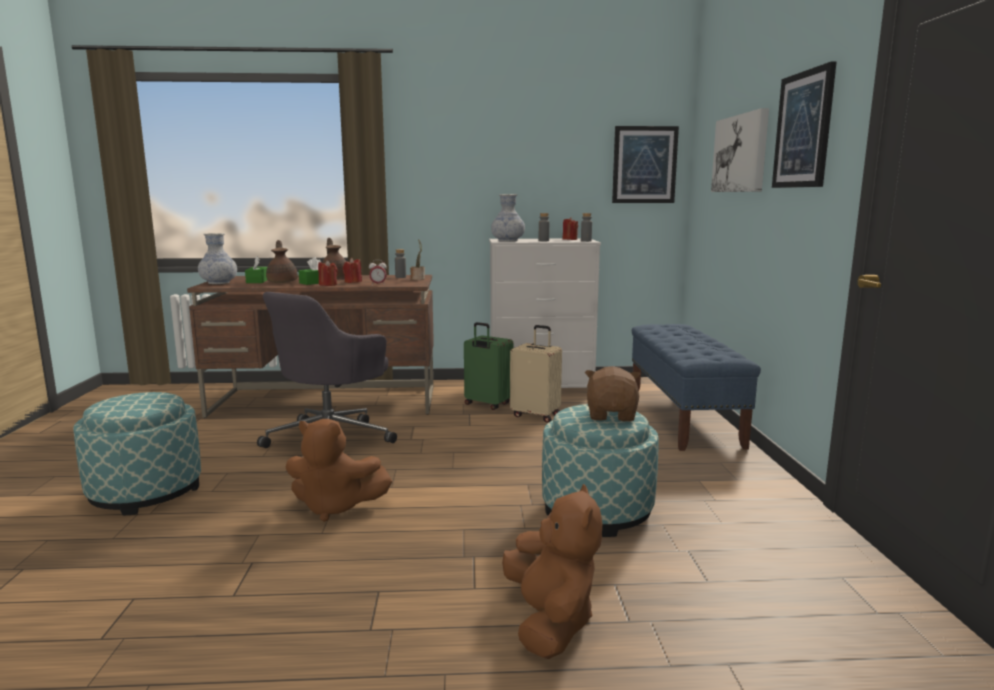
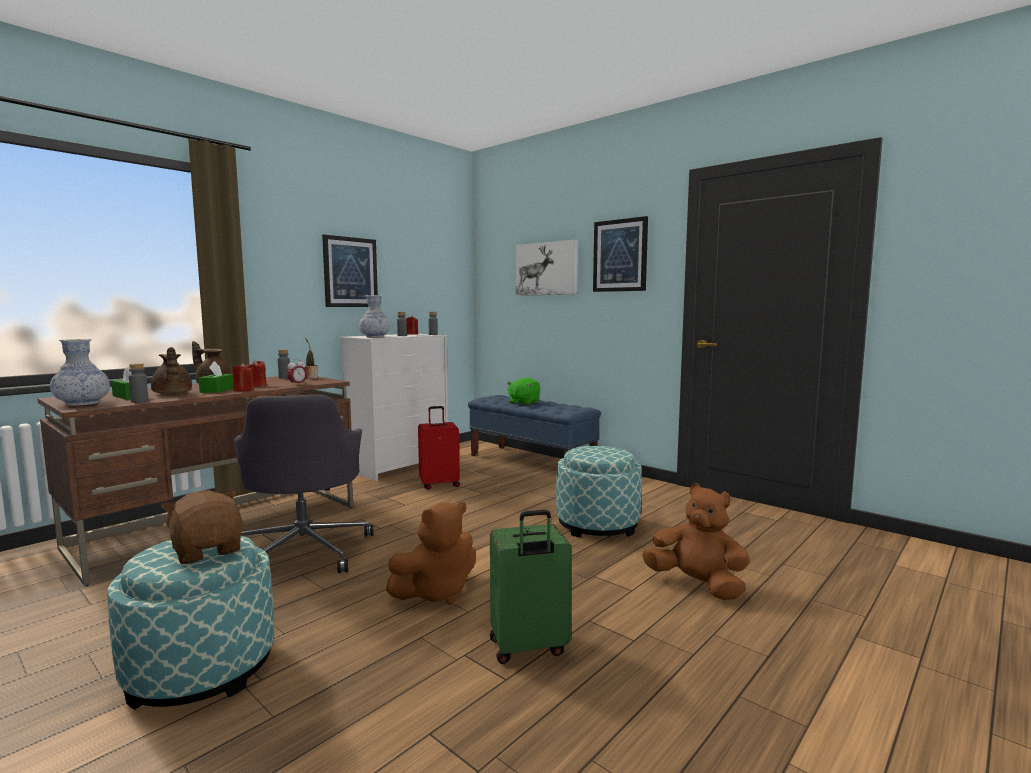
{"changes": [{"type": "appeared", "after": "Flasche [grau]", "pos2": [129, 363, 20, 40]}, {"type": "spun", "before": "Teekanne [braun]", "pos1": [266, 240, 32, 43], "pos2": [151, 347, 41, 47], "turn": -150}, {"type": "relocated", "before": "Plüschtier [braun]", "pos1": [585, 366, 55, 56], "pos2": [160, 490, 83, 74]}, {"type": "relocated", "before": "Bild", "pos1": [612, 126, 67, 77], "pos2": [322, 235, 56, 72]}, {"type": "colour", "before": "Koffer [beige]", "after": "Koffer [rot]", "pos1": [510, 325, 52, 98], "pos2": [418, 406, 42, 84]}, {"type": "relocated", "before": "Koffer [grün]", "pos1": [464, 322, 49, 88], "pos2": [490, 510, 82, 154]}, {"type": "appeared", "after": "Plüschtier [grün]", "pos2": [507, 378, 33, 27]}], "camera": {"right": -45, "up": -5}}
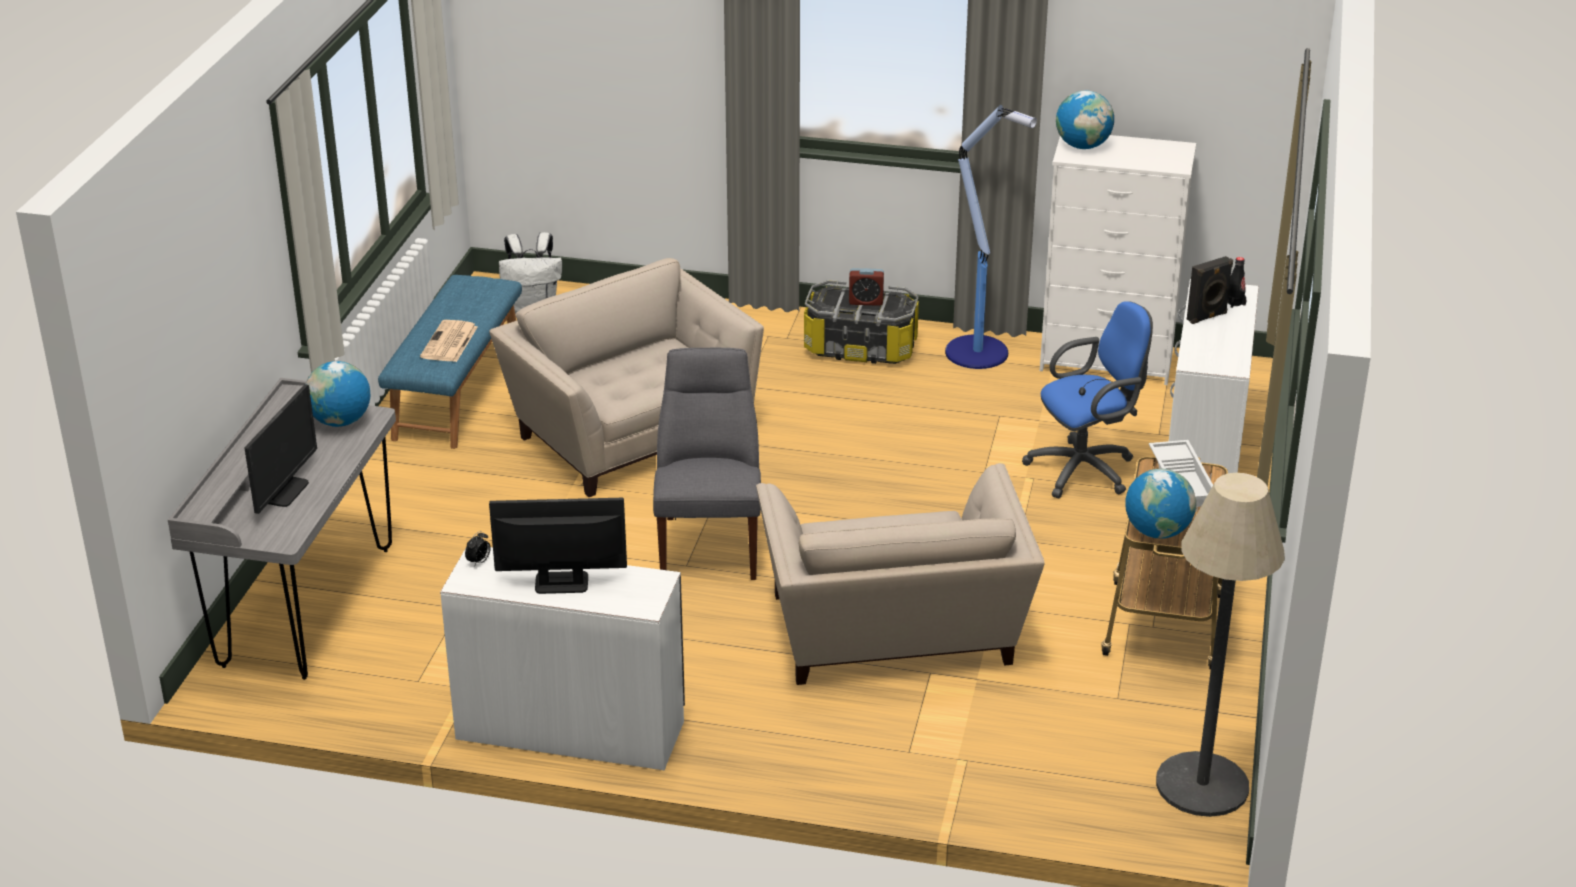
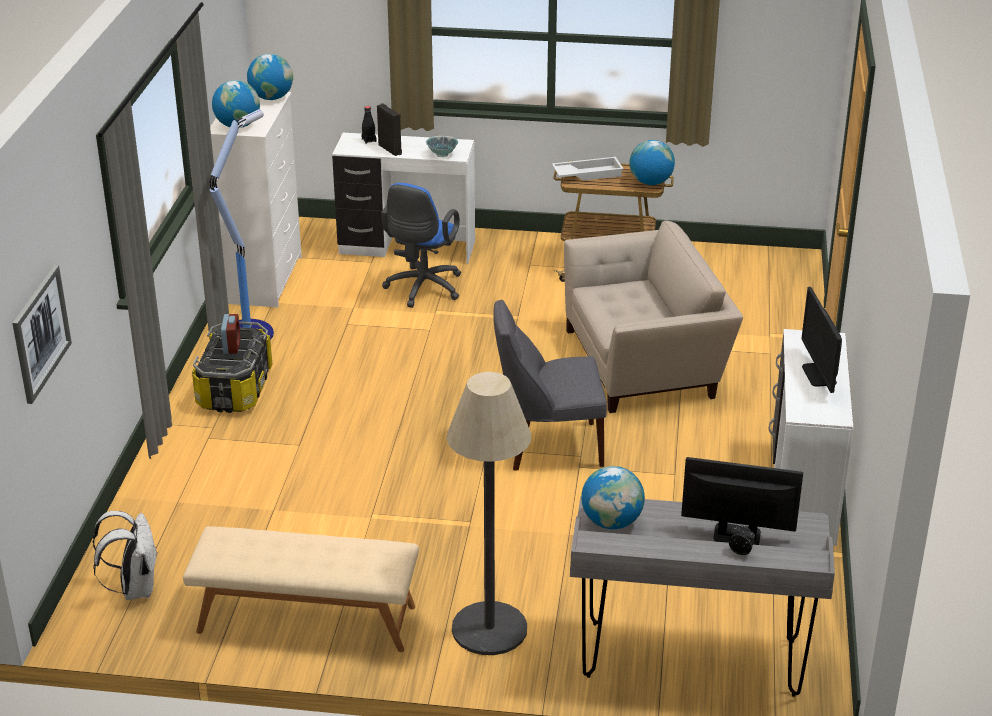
{"changes": [{"type": "appeared", "after": "Bild", "pos2": [12, 265, 60, 139]}, {"type": "colour", "before": "Bank [blau]", "after": "Bank [beige]", "pos1": [378, 275, 144, 174], "pos2": [183, 526, 236, 126]}, {"type": "appeared", "after": "Globus", "pos2": [247, 54, 46, 46]}, {"type": "spun", "before": "Bürostuhl [blau]", "pos1": [1022, 301, 131, 198], "pos2": [381, 183, 80, 125], "turn": -135}, {"type": "appeared", "after": "Schüssel", "pos2": [426, 136, 33, 21]}, {"type": "relocated", "before": "Stehlampe", "pos1": [1156, 473, 129, 344], "pos2": [447, 372, 84, 283]}, {"type": "relocated", "before": "Wecker", "pos1": [465, 531, 26, 36], "pos2": [729, 525, 26, 30]}, {"type": "missing", "before": "Zeitung", "pos1": [420, 320, 58, 42]}, {"type": "missing", "before": "Sessel [beige]", "pos1": [489, 258, 275, 239]}], "camera": {"right": -95, "up": 0}}
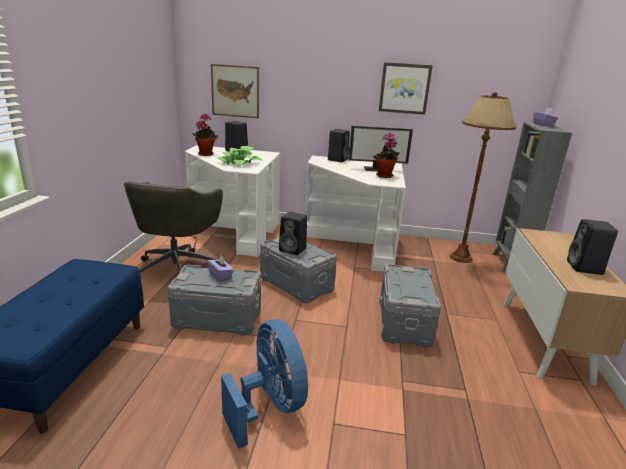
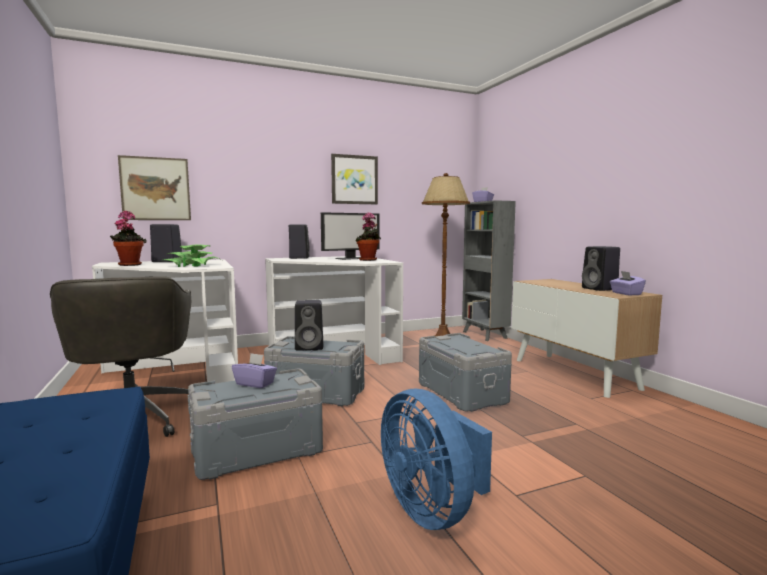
{"changes": [{"type": "spun", "before": "Ventilator [blau]", "pos1": [221, 319, 87, 130], "pos2": [381, 389, 111, 141], "turn": -150}, {"type": "appeared", "after": "Taschentuchbox [lila]", "pos2": [610, 271, 36, 24]}], "camera": {"right": -30, "up": -15}}
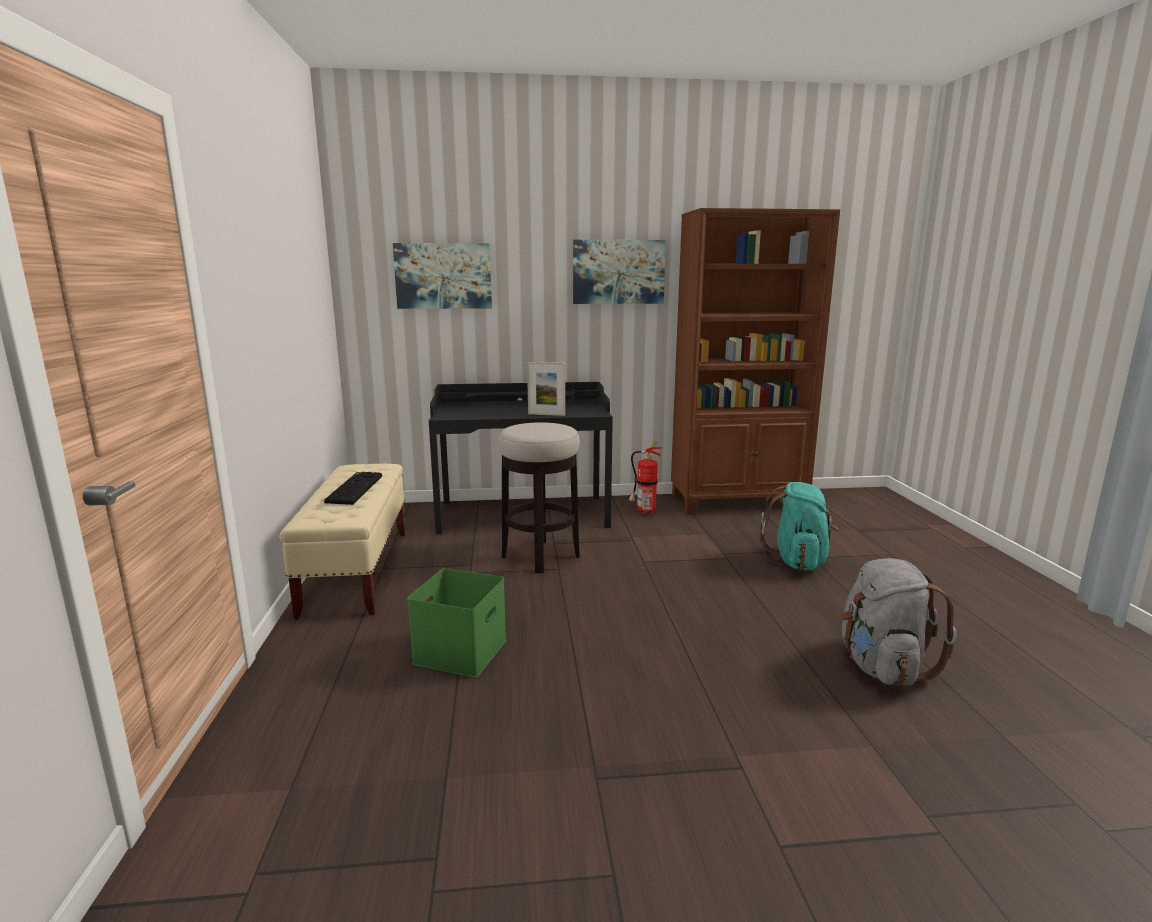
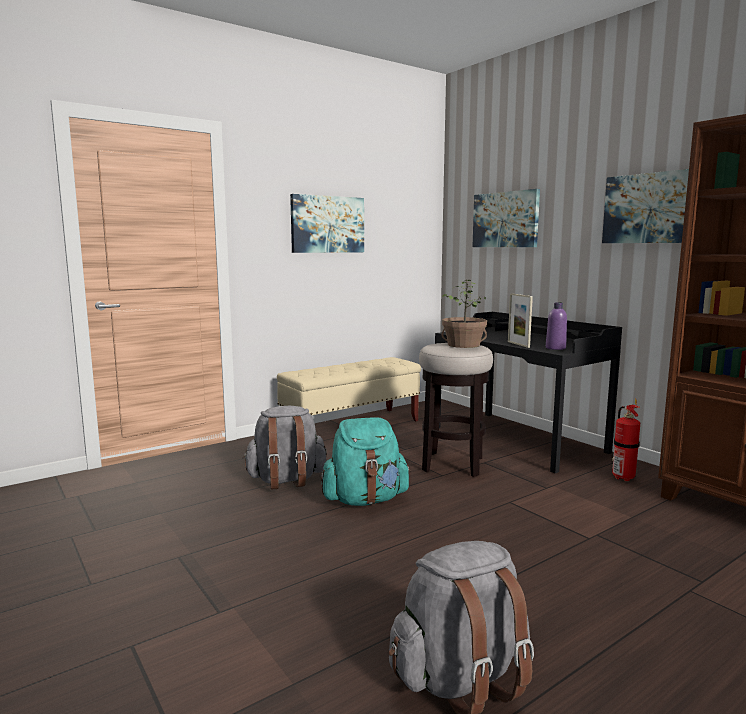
{"changes": [{"type": "exchanged", "before": "Aufbewahrungsbox [grün]", "after": "Rucksack [grau]", "pos1": [407, 568, 99, 110], "pos2": [243, 406, 84, 84]}, {"type": "appeared", "after": "Bild", "pos2": [290, 194, 74, 59]}, {"type": "relocated", "before": "Rucksack [türkis]", "pos1": [759, 482, 80, 88], "pos2": [321, 417, 89, 89]}, {"type": "appeared", "after": "Topfpflanze", "pos2": [441, 280, 46, 68]}, {"type": "appeared", "after": "Flasche [lila]", "pos2": [546, 302, 21, 48]}, {"type": "missing", "before": "Tastatur", "pos1": [324, 472, 58, 33]}], "camera": {"right": 60, "up": -5}}
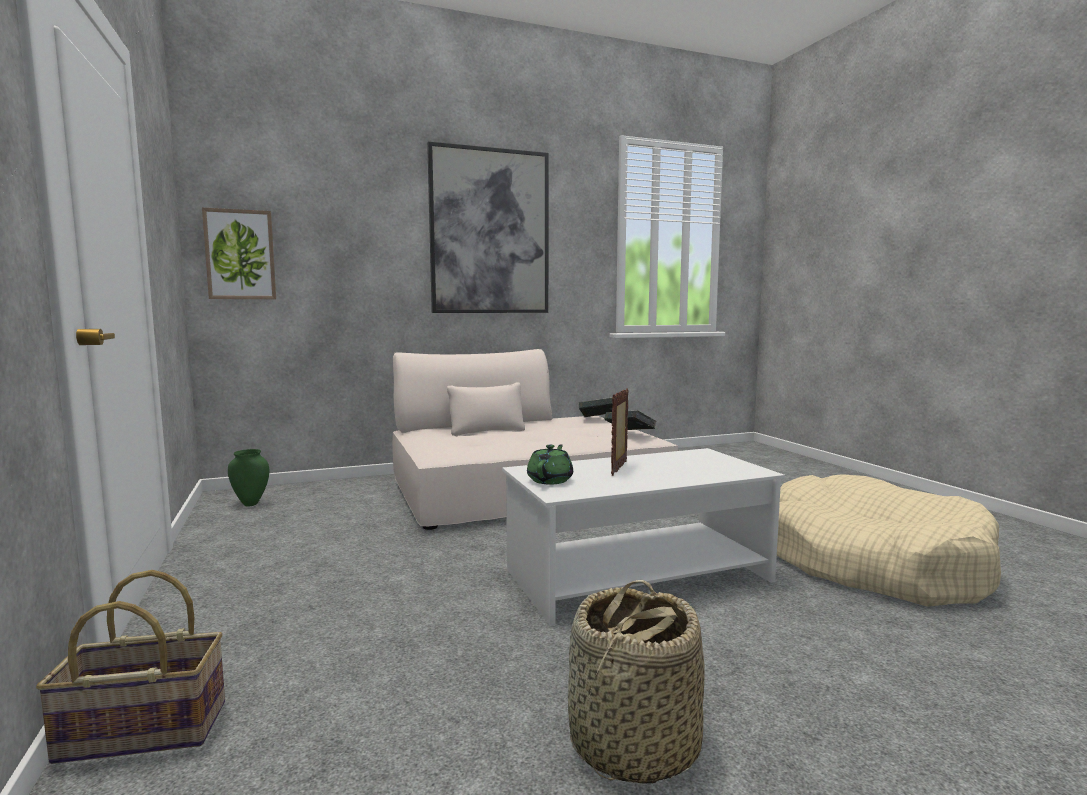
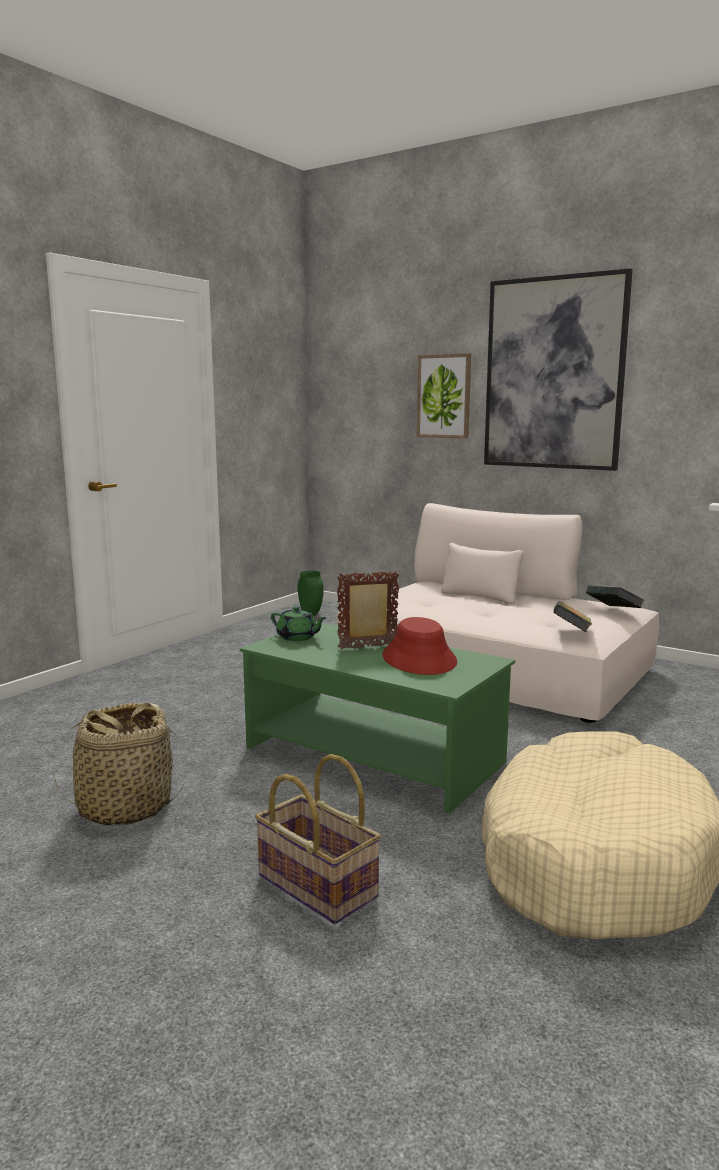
{"changes": [{"type": "colour", "before": "Couchtisch [weiß]", "after": "Couchtisch [grün]", "pos1": [502, 448, 283, 177], "pos2": [240, 622, 275, 192]}, {"type": "relocated", "before": "Korb", "pos1": [36, 570, 189, 194], "pos2": [255, 754, 126, 170]}, {"type": "spun", "before": "Teekanne [grün]", "pos1": [527, 444, 46, 40], "pos2": [271, 606, 55, 35], "turn": 45}, {"type": "appeared", "after": "Hut [rot]", "pos2": [382, 617, 75, 58]}, {"type": "relocated", "before": "Bild", "pos1": [202, 208, 74, 91], "pos2": [417, 353, 54, 86]}], "camera": {"right": 55, "up": 5}}
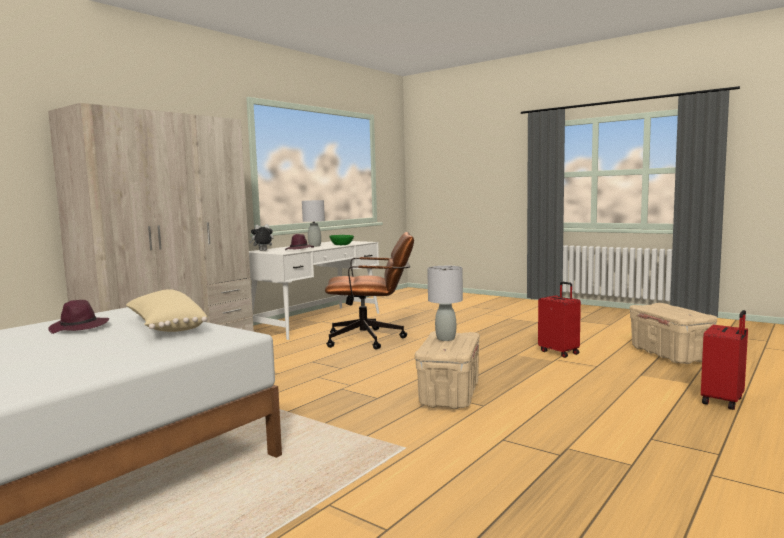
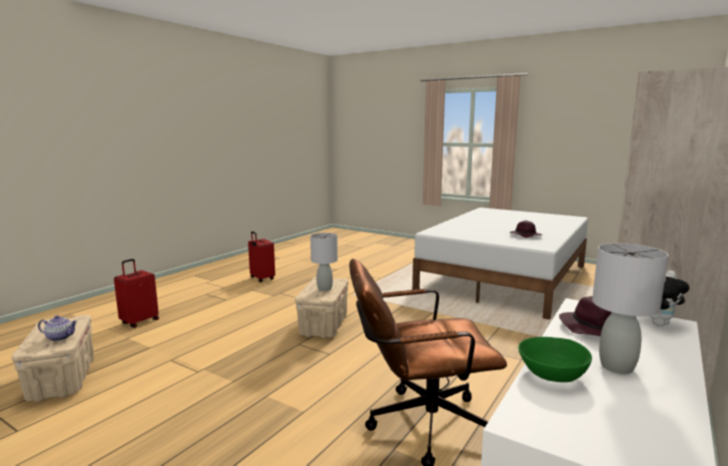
{"changes": [{"type": "appeared", "after": "Teekanne", "pos2": [38, 315, 40, 26]}, {"type": "relocated", "before": "Koffer [rot]", "pos1": [538, 282, 43, 76], "pos2": [248, 231, 27, 51]}, {"type": "missing", "before": "Kissen [beige]", "pos1": [126, 289, 81, 43]}], "camera": {"right": 175, "up": 5}}
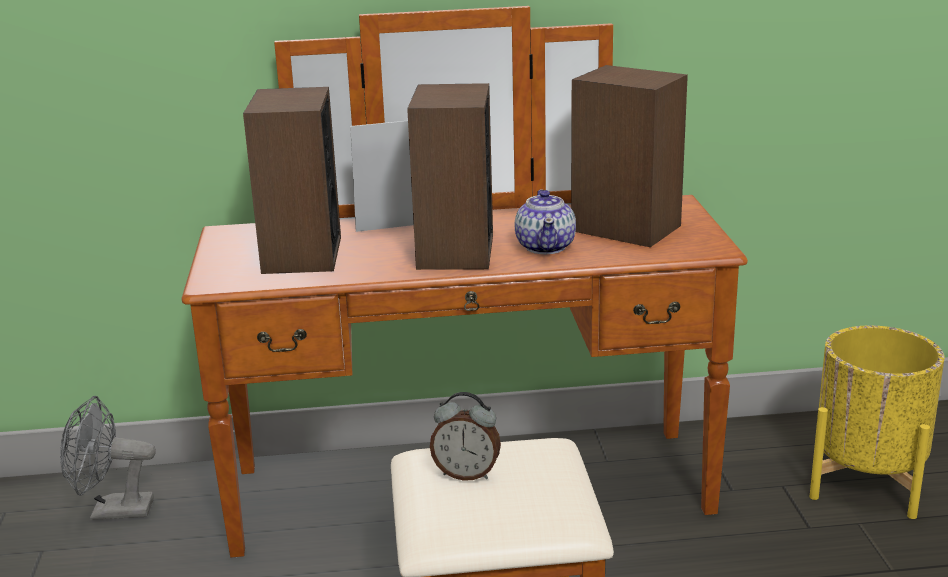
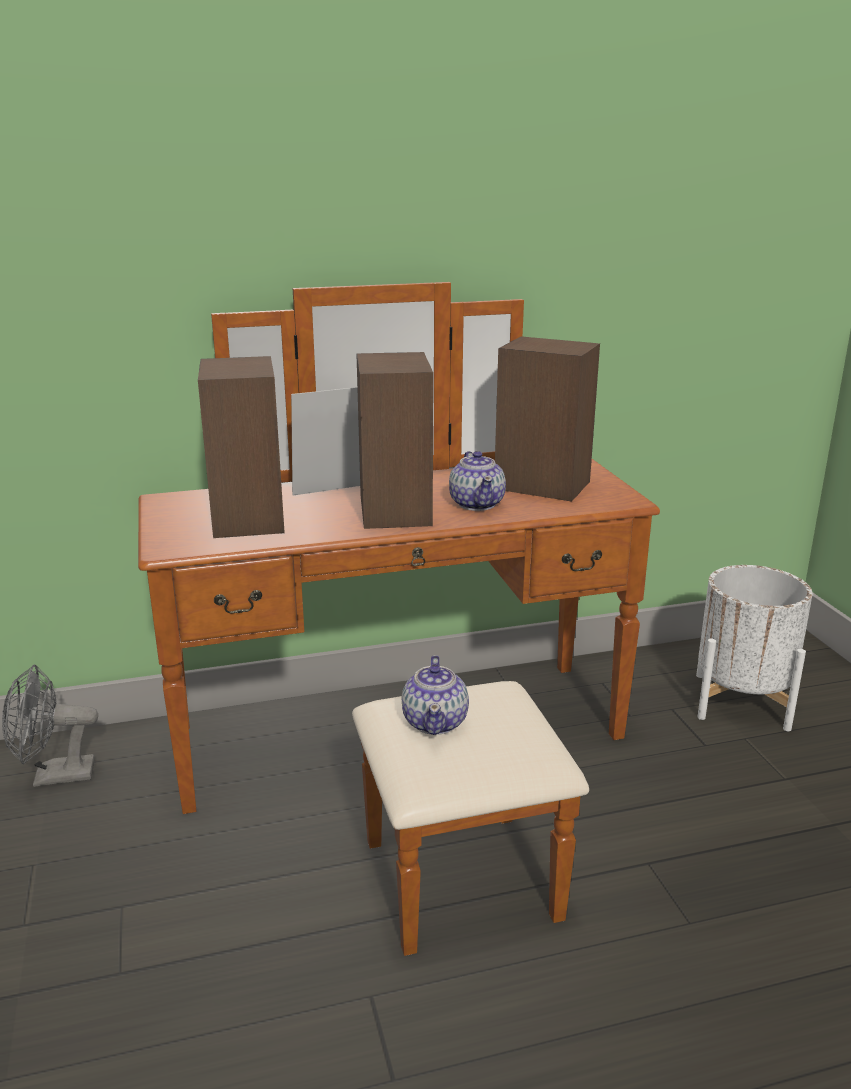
{"changes": [{"type": "exchanged", "before": "Wecker", "after": "Teekanne", "pos1": [430, 392, 71, 89], "pos2": [402, 655, 67, 80]}, {"type": "colour", "before": "Pflanzkübel [gelb]", "after": "Pflanzkübel [weiß]", "pos1": [809, 325, 135, 194], "pos2": [696, 565, 117, 166]}], "camera": {"right": -10, "up": 0}}
